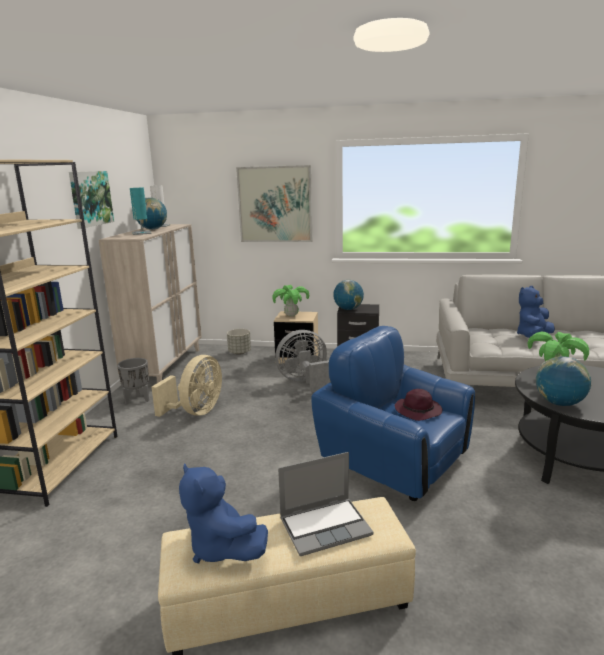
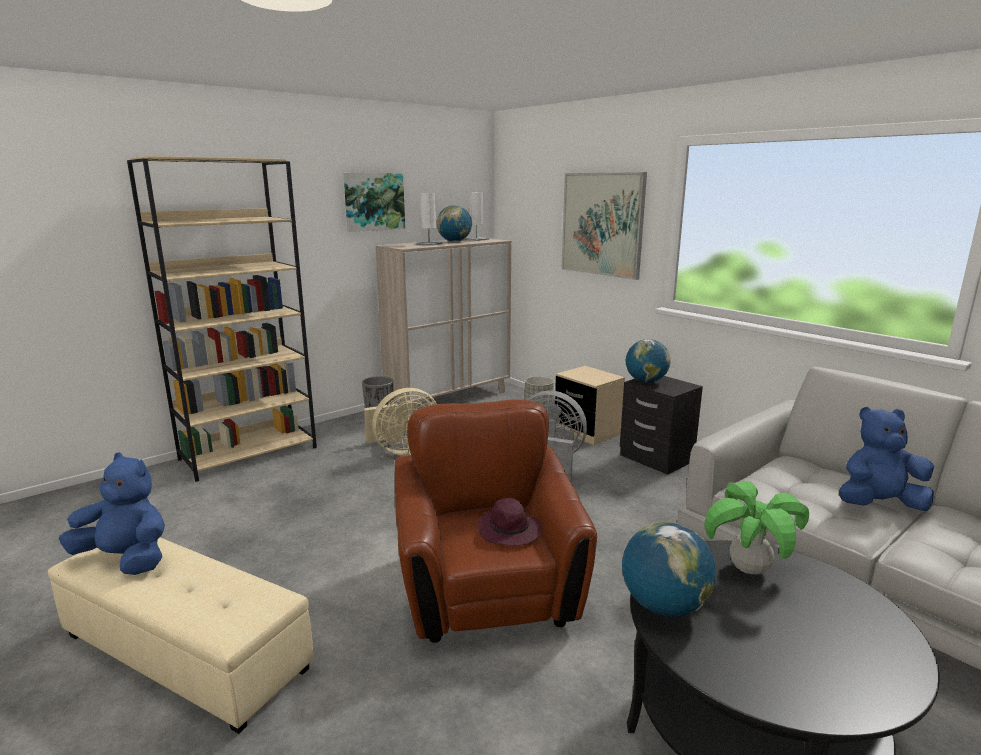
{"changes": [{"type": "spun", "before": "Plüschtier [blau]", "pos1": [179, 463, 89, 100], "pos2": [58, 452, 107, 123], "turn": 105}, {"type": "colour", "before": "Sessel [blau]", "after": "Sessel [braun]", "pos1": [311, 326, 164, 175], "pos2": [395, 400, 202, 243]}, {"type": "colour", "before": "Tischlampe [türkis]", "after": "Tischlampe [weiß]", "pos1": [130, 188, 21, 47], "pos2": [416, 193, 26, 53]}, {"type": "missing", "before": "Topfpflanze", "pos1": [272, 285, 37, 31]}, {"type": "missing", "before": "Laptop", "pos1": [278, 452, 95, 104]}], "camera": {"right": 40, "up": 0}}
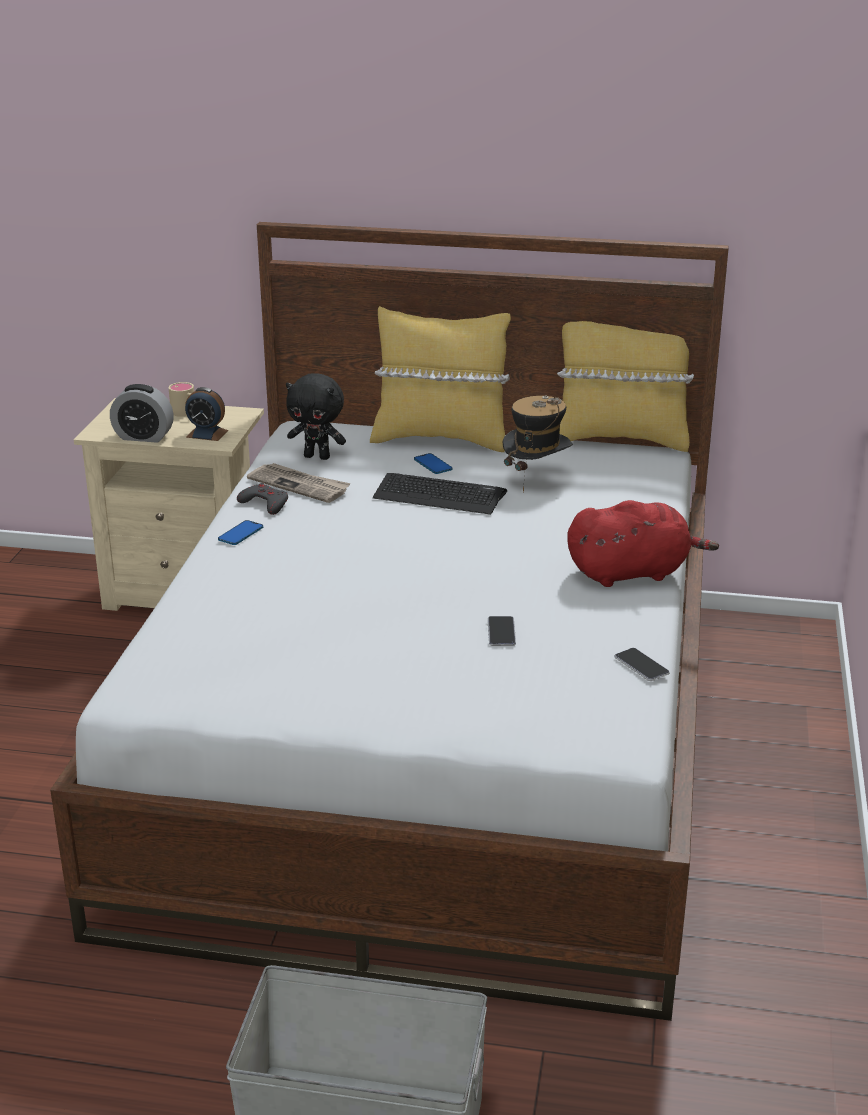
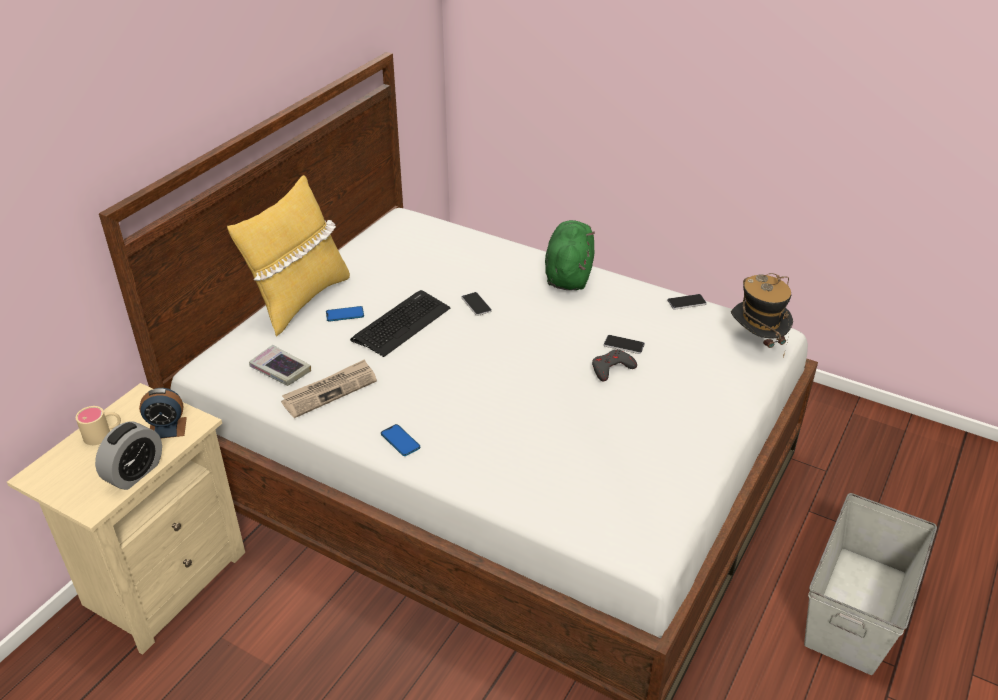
{"changes": [{"type": "spun", "before": "Wecker", "pos1": [185, 387, 43, 54], "pos2": [139, 388, 48, 51], "turn": 45}, {"type": "exchanged", "before": "Plüschtier [schwarz]", "after": "Buch", "pos1": [286, 373, 60, 87], "pos2": [249, 345, 62, 41]}, {"type": "appeared", "after": "Handy", "pos2": [461, 292, 31, 24]}, {"type": "colour", "before": "Plüschtier [rot]", "after": "Plüschtier [grün]", "pos1": [567, 500, 152, 87], "pos2": [545, 220, 50, 70]}, {"type": "relocated", "before": "Gamepad [grau]", "pos1": [237, 483, 51, 32], "pos2": [592, 350, 45, 31]}, {"type": "relocated", "before": "Hut", "pos1": [503, 395, 70, 97], "pos2": [731, 273, 62, 84]}, {"type": "missing", "before": "Kissen [gelb]", "pos1": [557, 321, 137, 131]}], "camera": {"right": -70, "up": 10}}
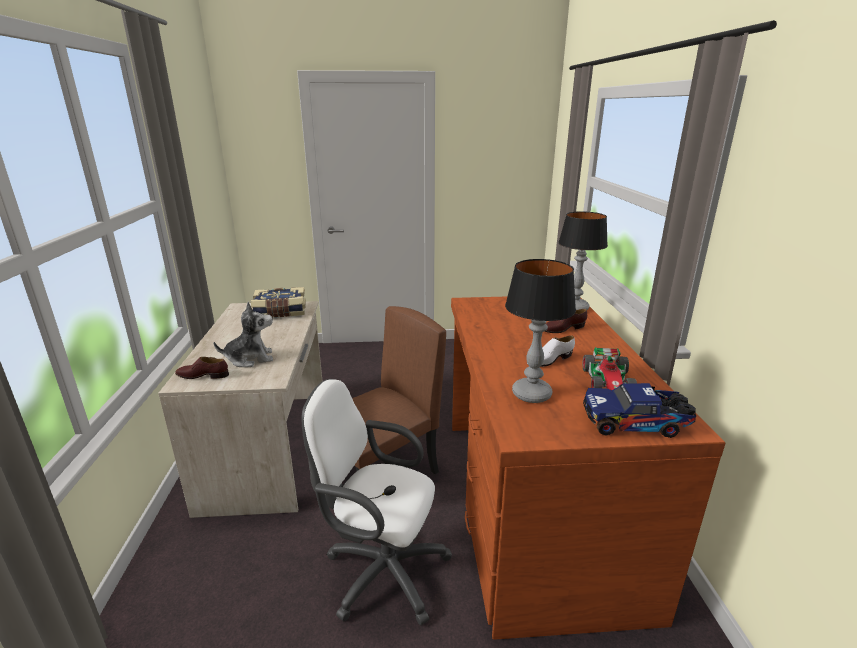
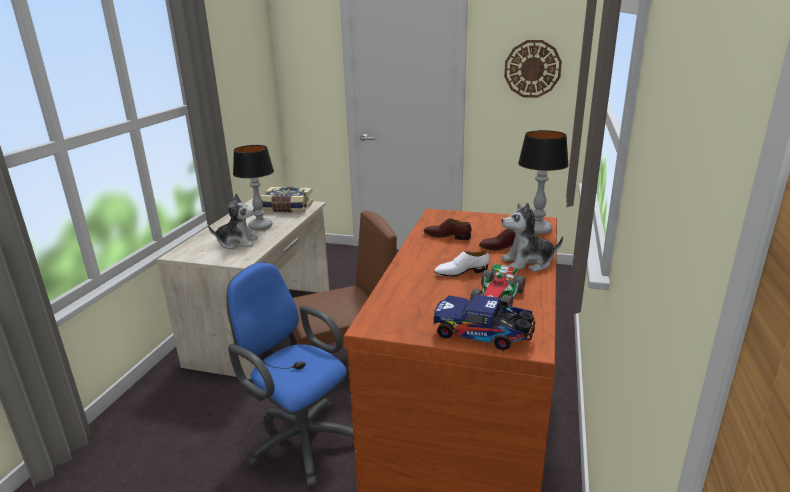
{"changes": [{"type": "colour", "before": "Bürostuhl [weiß]", "after": "Bürostuhl [blau]", "pos1": [302, 379, 150, 246], "pos2": [227, 262, 127, 225]}, {"type": "relocated", "before": "Tischlampe", "pos1": [505, 259, 71, 144], "pos2": [233, 145, 41, 85]}, {"type": "relocated", "before": "Schuh [braun]", "pos1": [175, 357, 54, 22], "pos2": [424, 218, 47, 22]}, {"type": "appeared", "after": "Plüschtier", "pos2": [501, 202, 62, 70]}, {"type": "appeared", "after": "Wanduhr", "pos2": [504, 40, 58, 58]}], "camera": {"right": 20, "up": 0}}
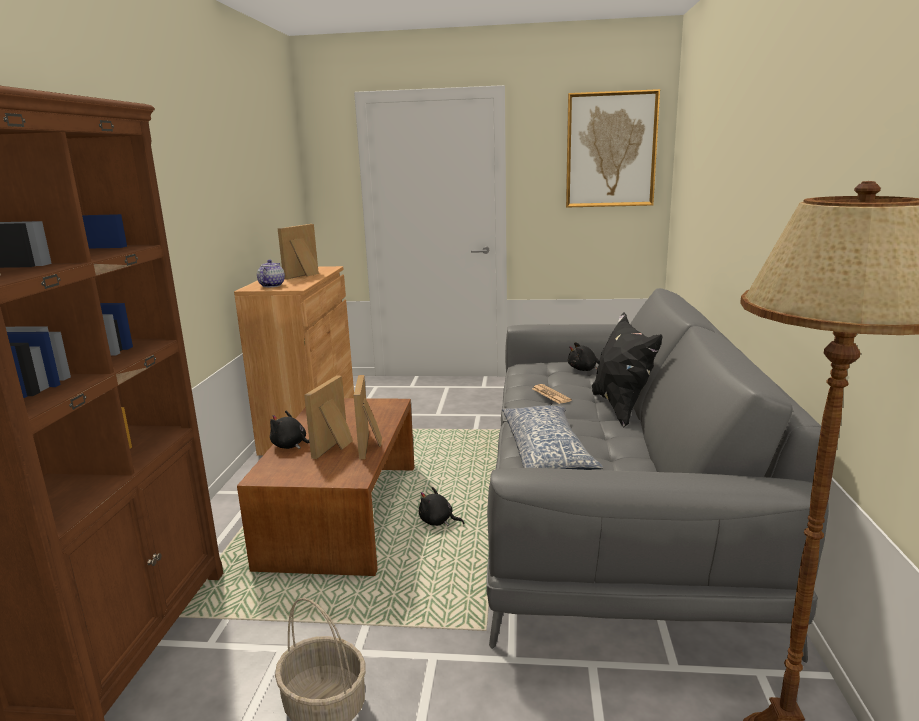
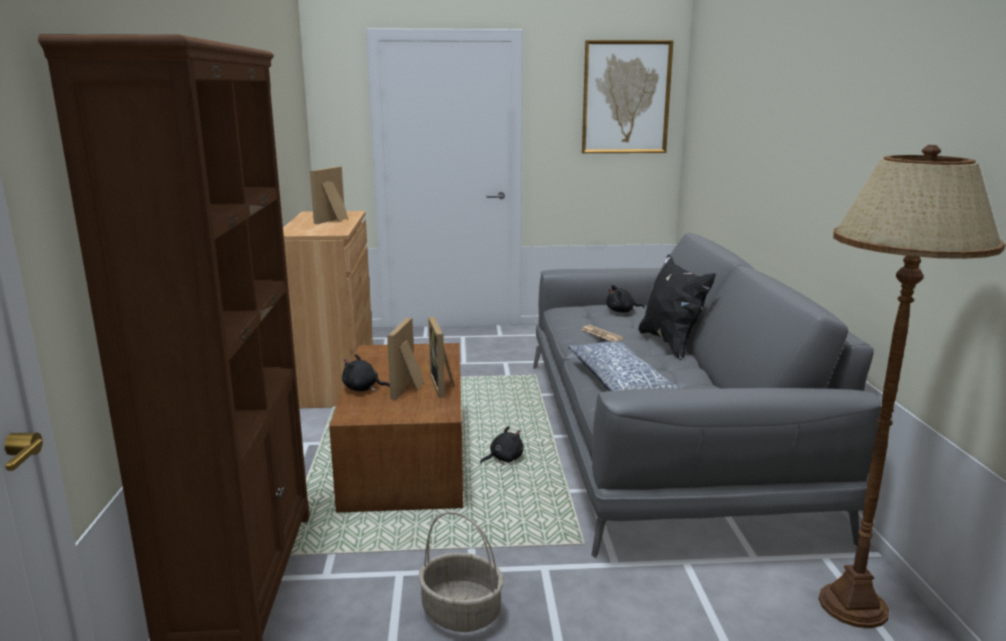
{"changes": [{"type": "spun", "before": "Plüschtier [schwarz]", "pos1": [419, 487, 46, 39], "pos2": [480, 426, 43, 38], "turn": 135}, {"type": "missing", "before": "Teekanne", "pos1": [257, 260, 28, 27]}], "camera": {"right": -10, "up": 0}}
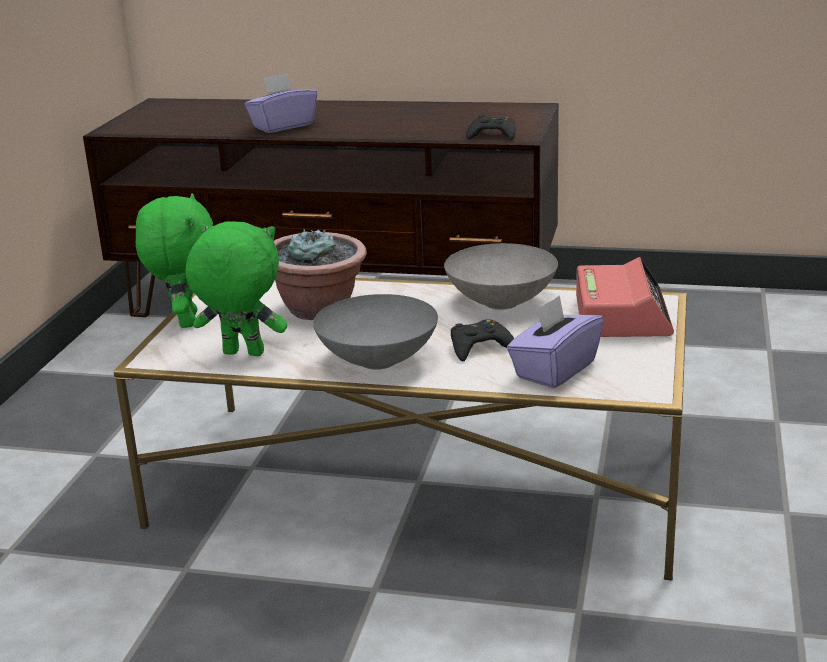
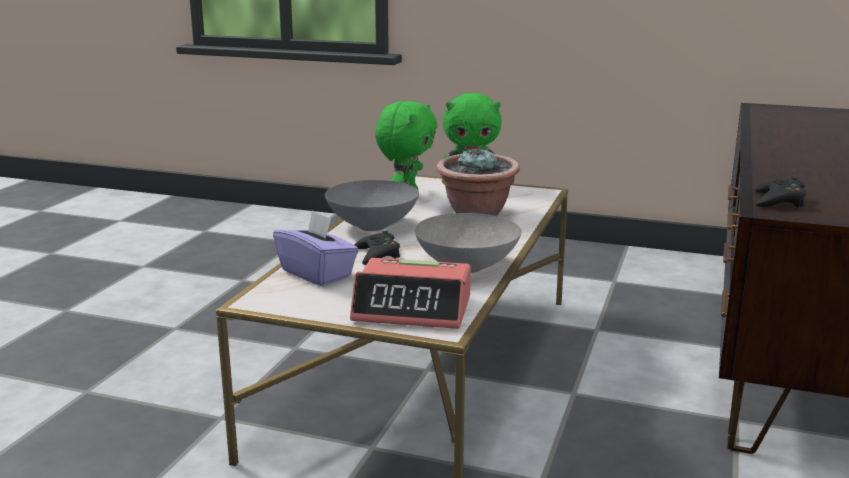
{"changes": [{"type": "missing", "before": "Taschentuchbox [lila]", "pos1": [245, 73, 72, 60]}], "camera": {"right": 95, "up": -5}}
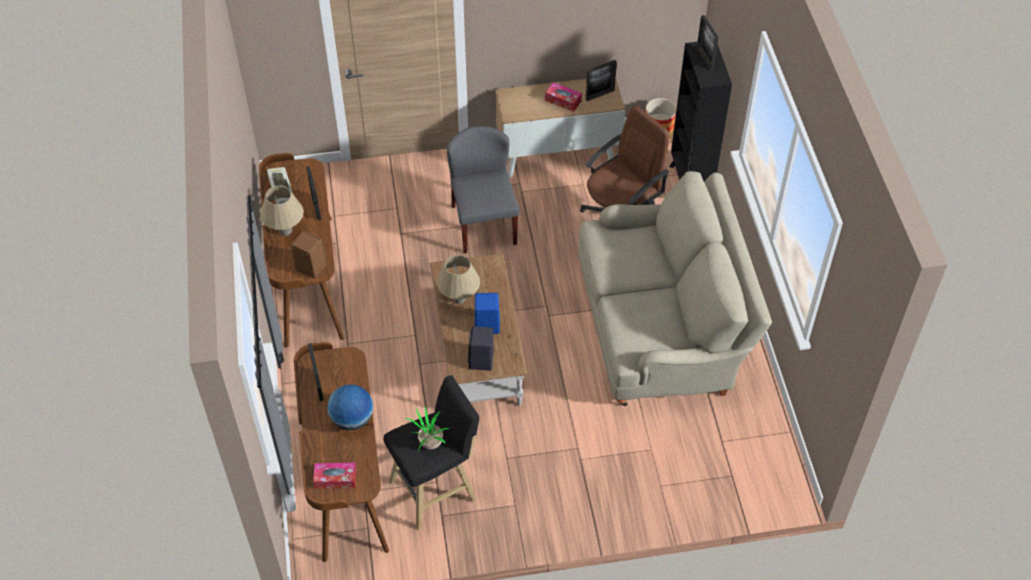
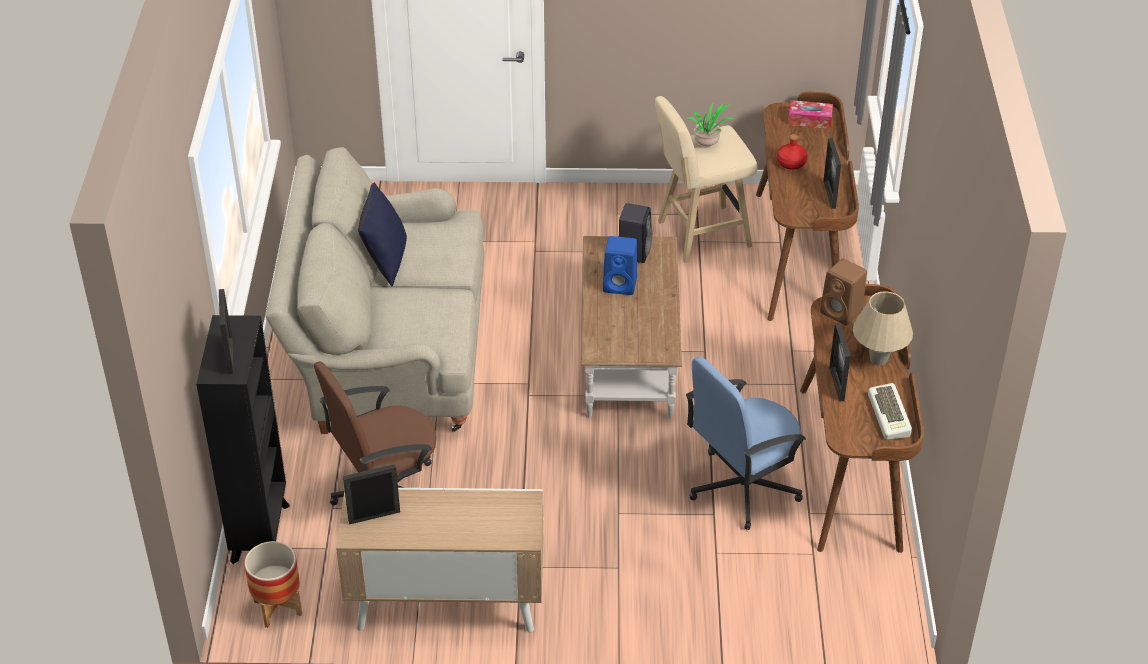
{"changes": [{"type": "appeared", "after": "Kissen [blau]", "pos2": [358, 183, 49, 103]}, {"type": "colour", "before": "Hocker [schwarz]", "after": "Hocker [beige]", "pos1": [383, 375, 96, 155], "pos2": [655, 96, 103, 167]}, {"type": "appeared", "after": "Bürostuhl [blau]", "pos2": [686, 357, 120, 173]}, {"type": "exchanged", "before": "Globus", "after": "Flasche [rot]", "pos1": [327, 384, 46, 46], "pos2": [777, 134, 31, 35]}, {"type": "missing", "before": "Tischlampe [beige]", "pos1": [437, 255, 43, 49]}, {"type": "missing", "before": "Stuhl [grau]", "pos1": [447, 126, 73, 128]}, {"type": "missing", "before": "Taschentuchbox", "pos1": [545, 82, 37, 30]}], "camera": {"right": -170, "up": -10}}
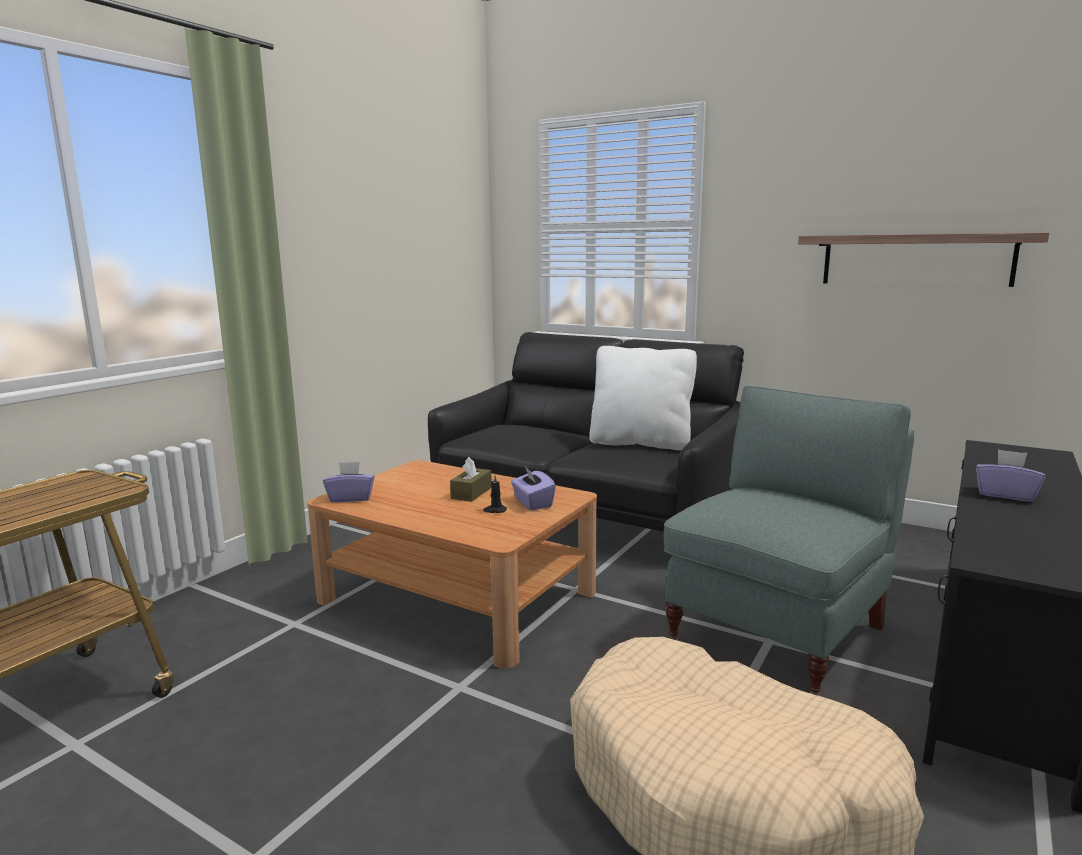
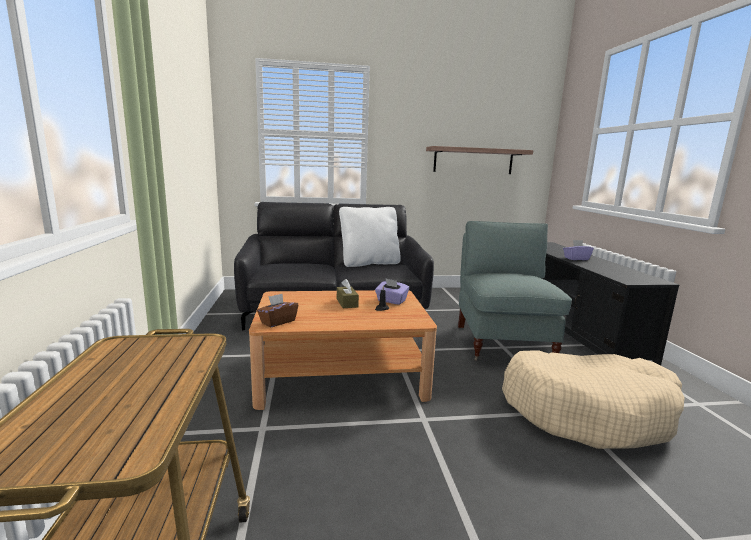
{"changes": [{"type": "colour", "before": "Taschentuchbox [lila]", "after": "Taschentuchbox [braun]", "pos1": [323, 462, 52, 40], "pos2": [257, 294, 41, 33]}], "camera": {"right": -40, "up": 0}}
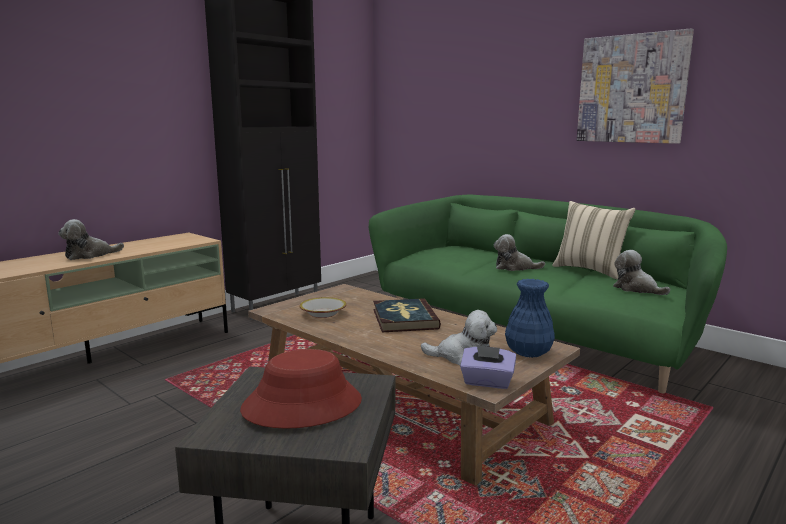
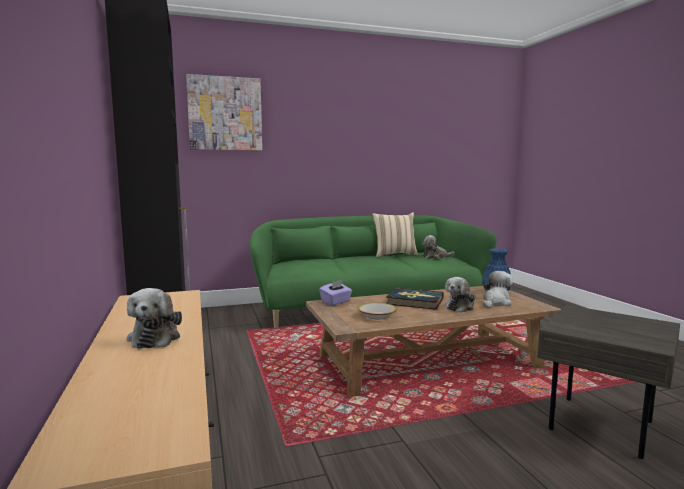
{"changes": [{"type": "relocated", "before": "Bild", "pos1": [577, 28, 117, 116], "pos2": [186, 74, 76, 76]}, {"type": "relocated", "before": "Taschentuchbox [lila]", "pos1": [460, 345, 56, 44], "pos2": [319, 280, 33, 26]}, {"type": "relocated", "before": "Plüschtier", "pos1": [494, 234, 51, 37], "pos2": [445, 277, 31, 36]}, {"type": "missing", "before": "Hut [rot]", "pos1": [240, 349, 122, 80]}], "camera": {"right": -60, "up": -5}}
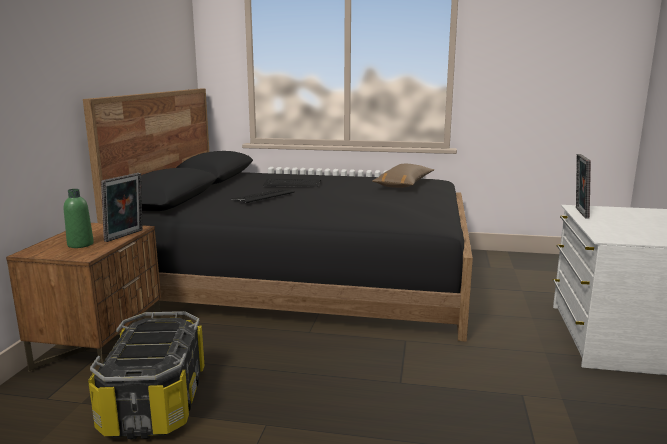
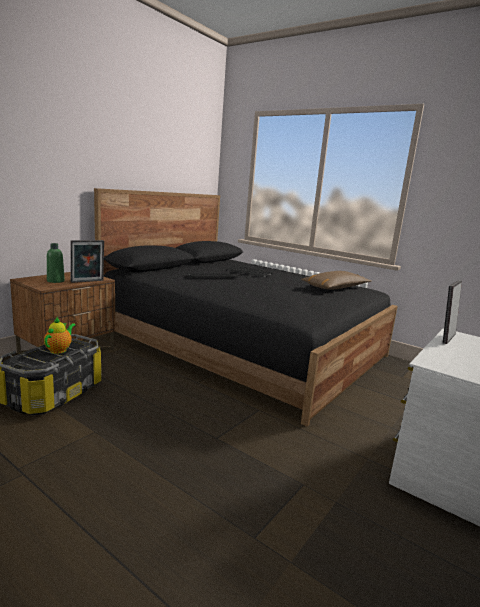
{"changes": [{"type": "appeared", "after": "Teekanne", "pos2": [44, 317, 32, 37]}], "camera": {"right": 25, "up": 0}}
